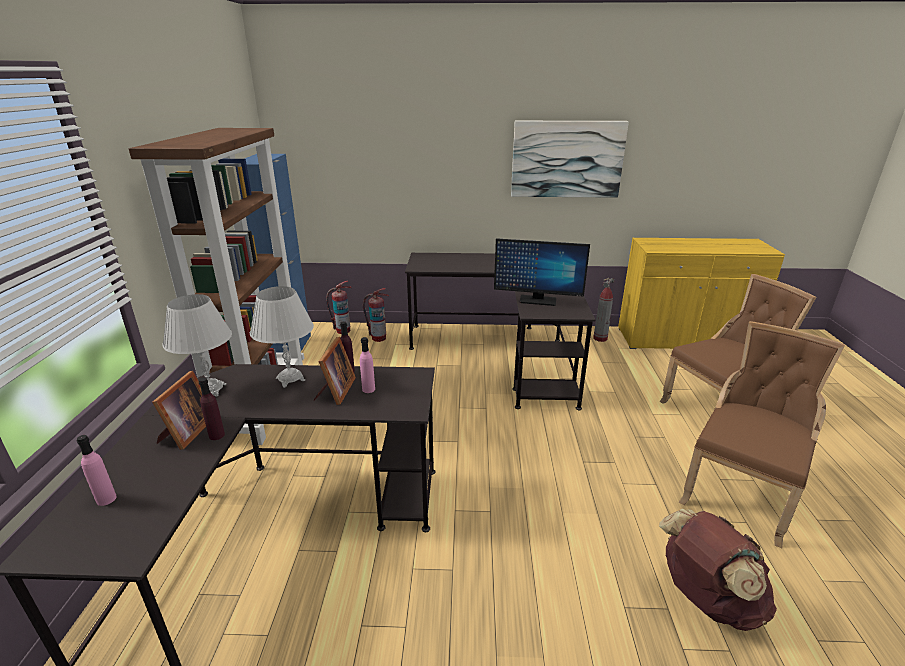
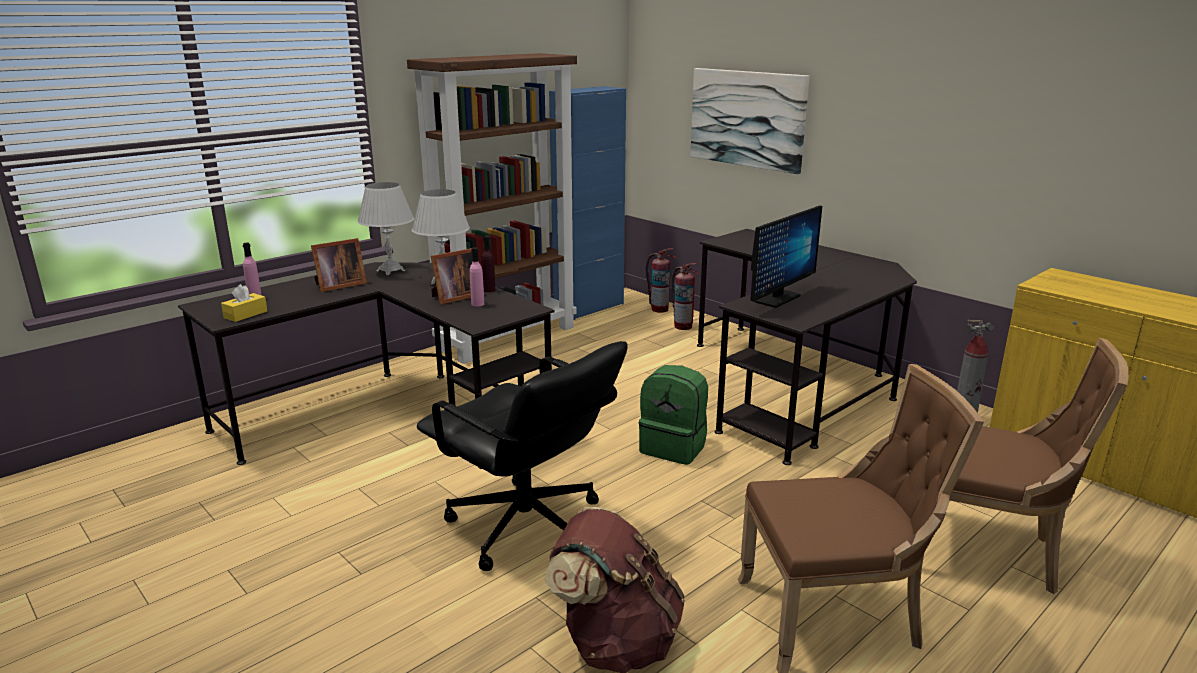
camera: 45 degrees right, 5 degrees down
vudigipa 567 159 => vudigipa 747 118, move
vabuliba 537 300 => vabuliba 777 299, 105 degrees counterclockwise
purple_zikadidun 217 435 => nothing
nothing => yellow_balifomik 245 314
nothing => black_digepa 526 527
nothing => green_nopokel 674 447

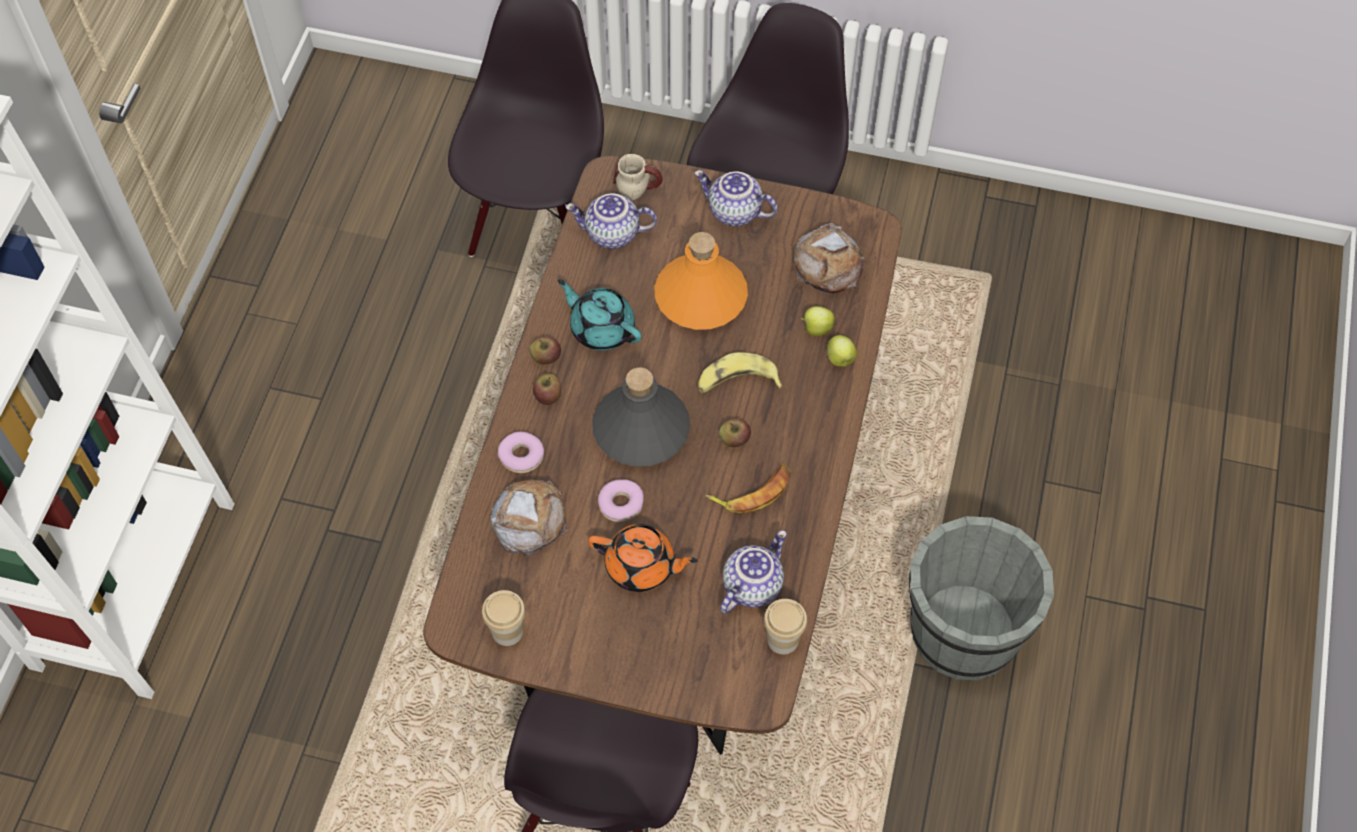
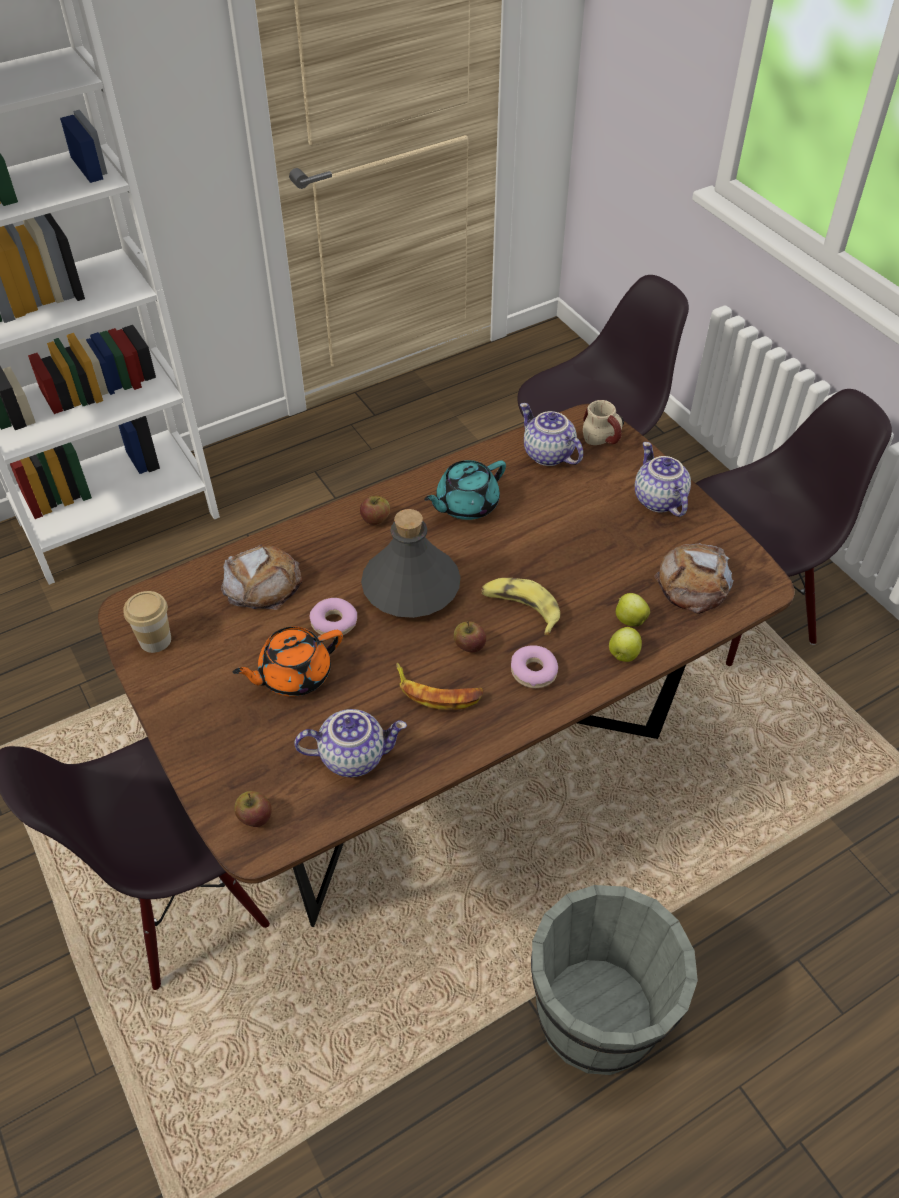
camera: 45 degrees right, 10 degrees down
orange_zikadidun 701 297 => nothing
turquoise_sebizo 601 328 => turquoise_sebizo 466 505, 120 degrees counterclockwise
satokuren 546 358 => satokuren 255 817, move
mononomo 521 456 => mononomo 533 671, move
orange_sebizo 641 566 => orange_sebizo 294 675, 90 degrees clockwise
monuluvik 783 639 => nothing

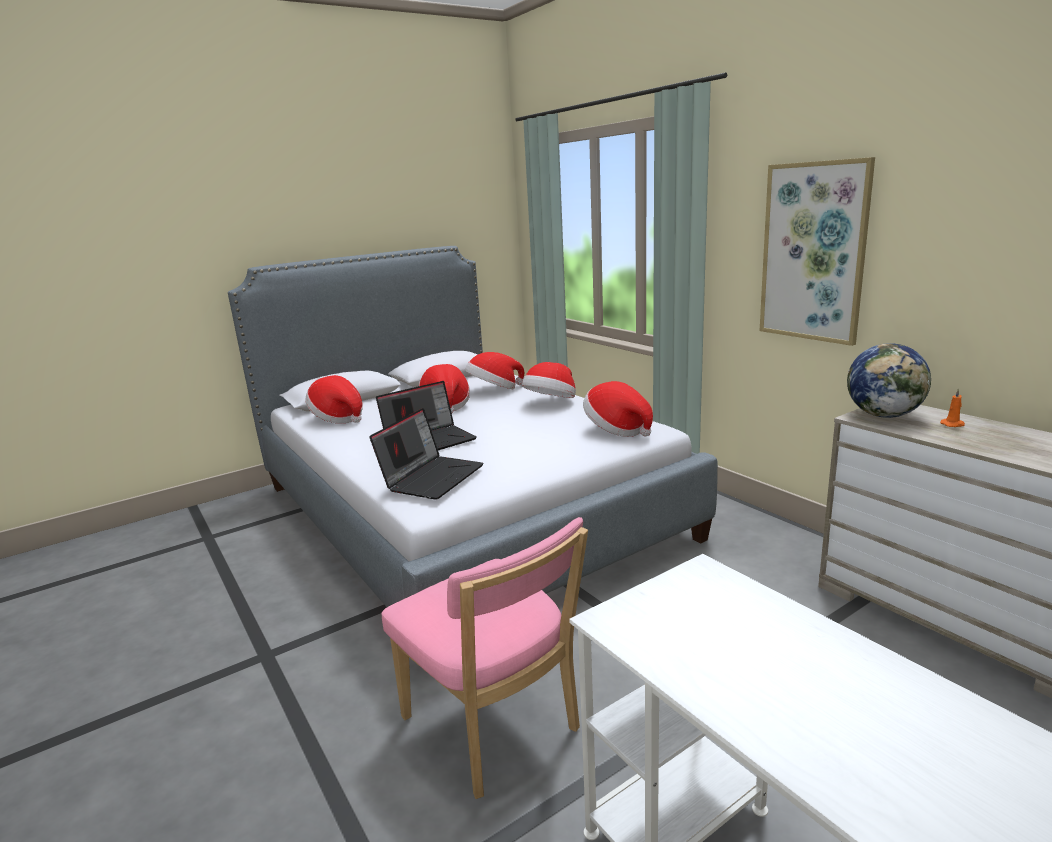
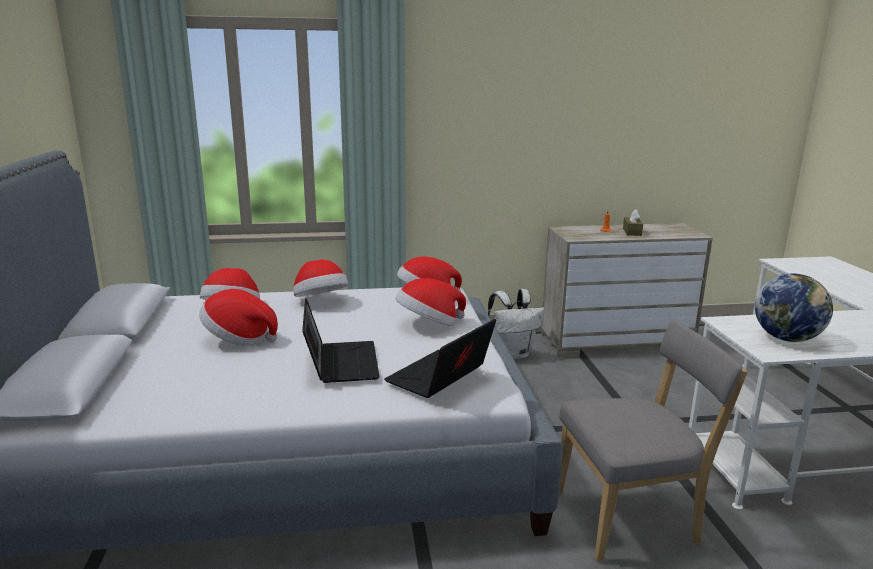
camera: 65 degrees left, 0 degrees up
vudigipa 813 252 => nothing
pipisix 884 415 => pipisix 786 338, move
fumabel 338 418 => fumabel 429 324, move
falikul 432 477 => falikul 439 377, 105 degrees counterclockwise
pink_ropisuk 495 729 => grey_ropisuk 631 518
nothing => brown_balifomik 632 232
nothing => white_nopokel 512 354

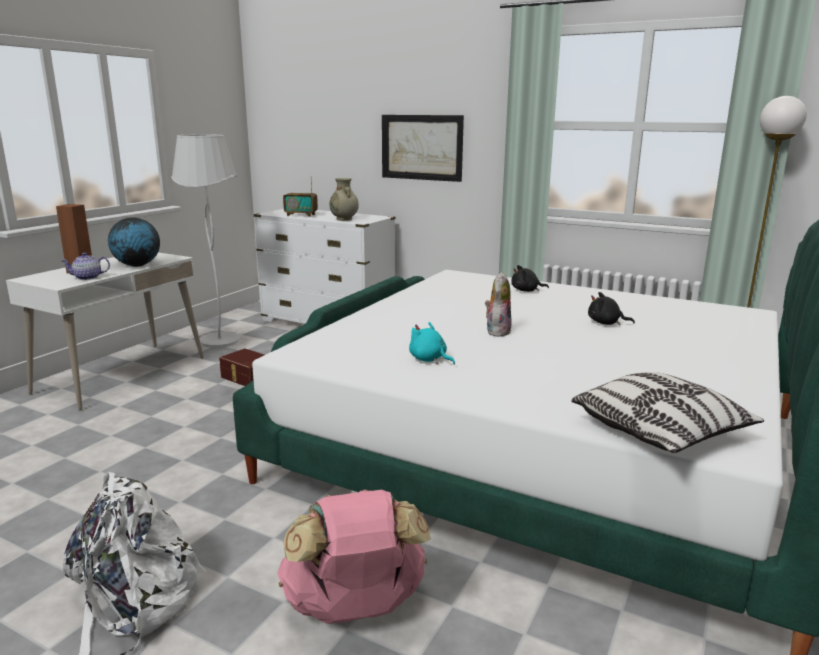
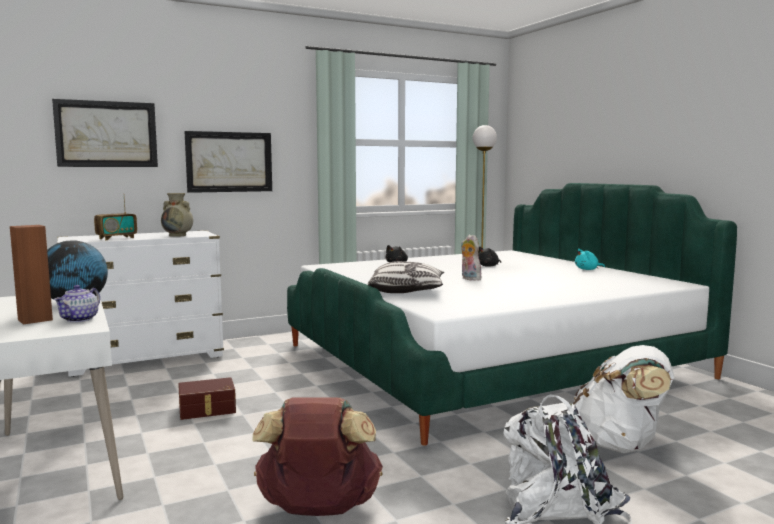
camera: 55 degrees left, 10 degrees down
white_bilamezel 219 341 => nothing
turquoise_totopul 429 359 => turquoise_totopul 588 269, move
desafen 660 432 => desafen 407 291, move
pink_nopokel 355 608 => white_nopokel 620 445
nothing => vudigipa 106 134
nothing => brown_nopokel 318 510

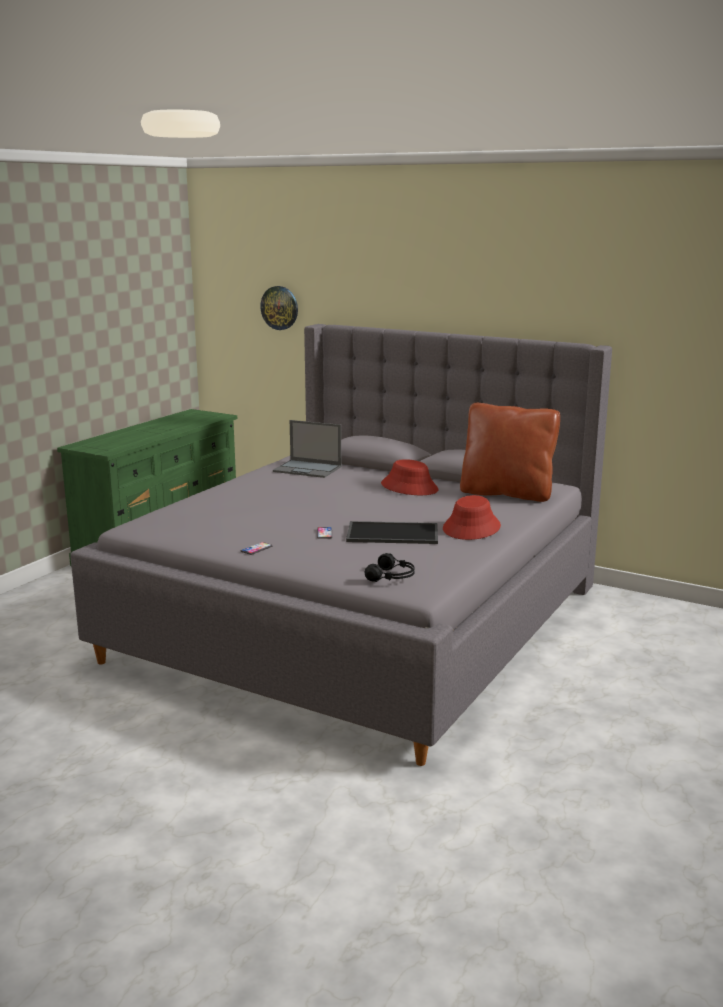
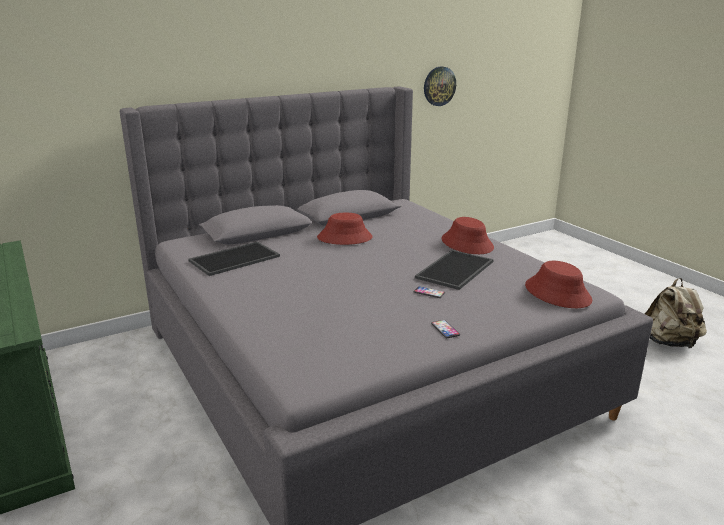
camera: 60 degrees left, 5 degrees up
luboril 280 308 => luboril 439 86, move
brown_desafen 507 493 => nothing
falikul 308 469 => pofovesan 234 258
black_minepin 392 577 => red_fumabel 558 293
nothing => beige_nopokel 669 343

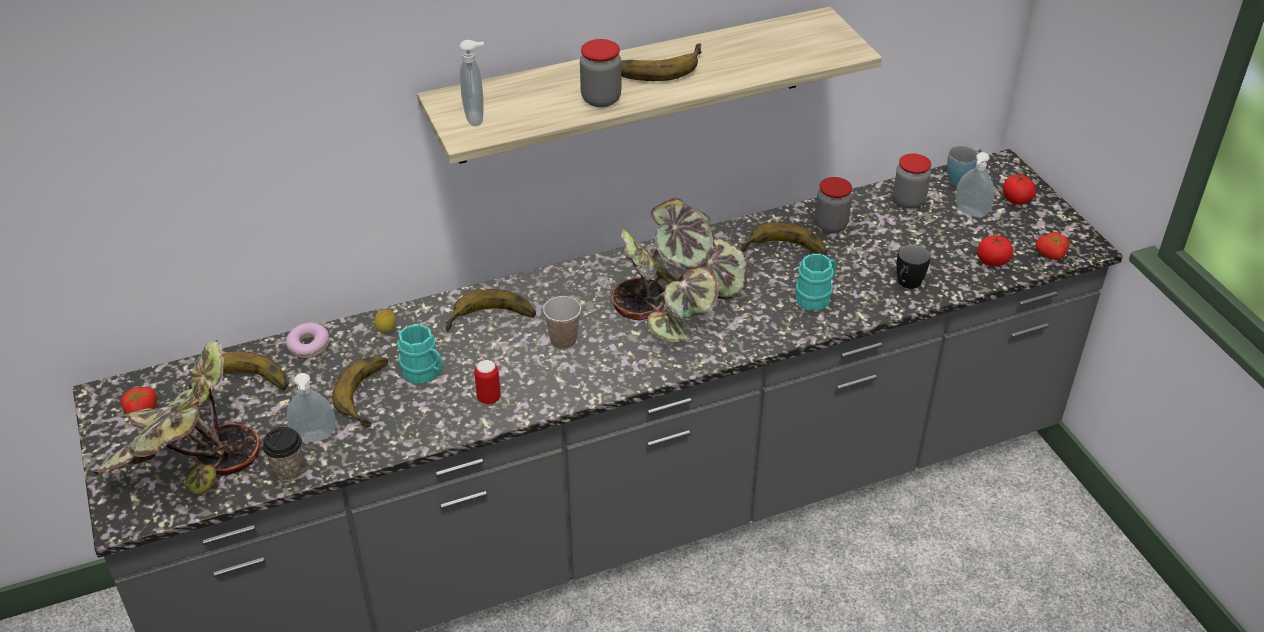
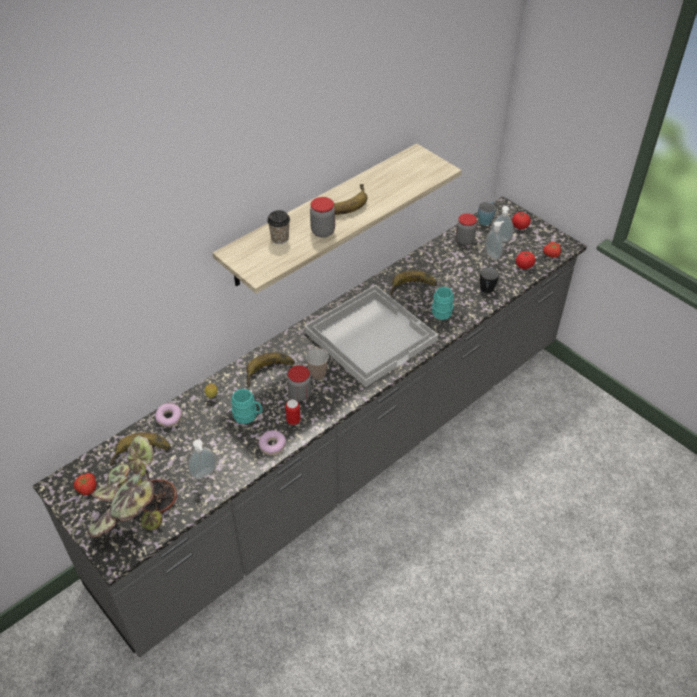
camera: 20 degrees left, 5 degrees up
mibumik 476 118 => mibumik 493 255, move
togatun 831 225 => togatun 300 394, move
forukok 677 305 => white_pofovesan 370 335
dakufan 372 394 => nothing
monuluvik 289 471 => monuluvik 280 238, move
nothing => mononomo 272 445

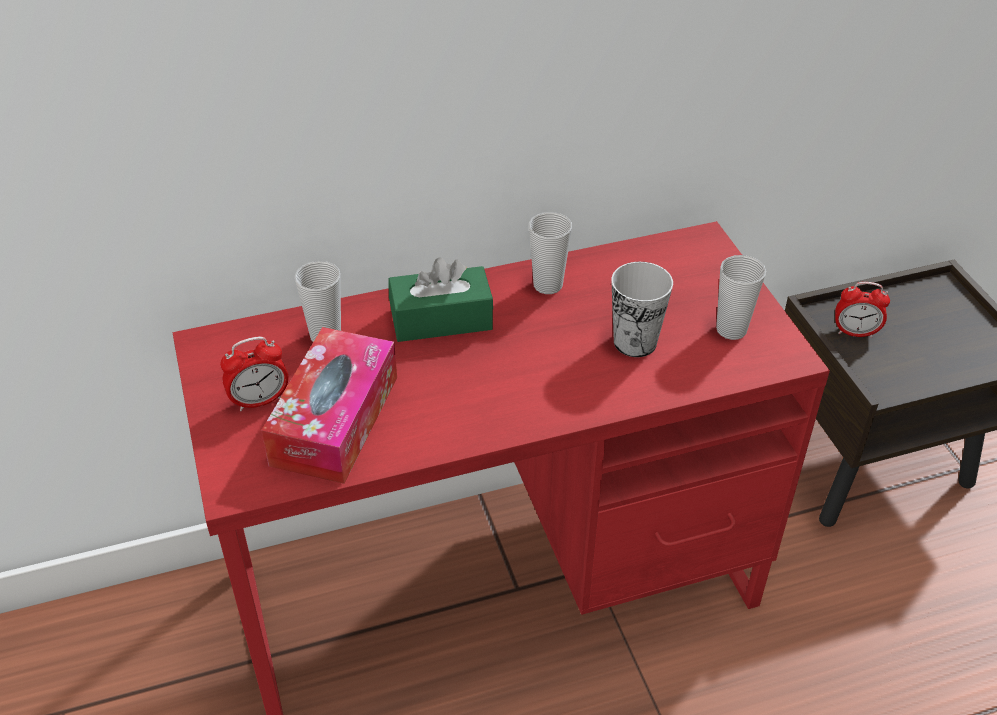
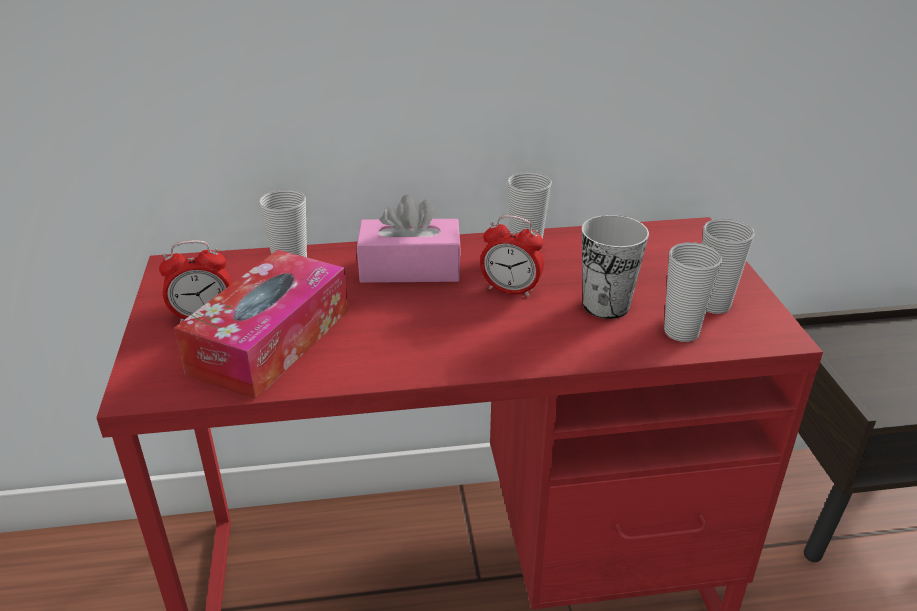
camera: 10 degrees right, 10 degrees down
green_balifomik 441 319 => pink_balifomik 410 268
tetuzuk 855 332 => tetuzuk 511 290, move
nothing => monuluvik 681 332

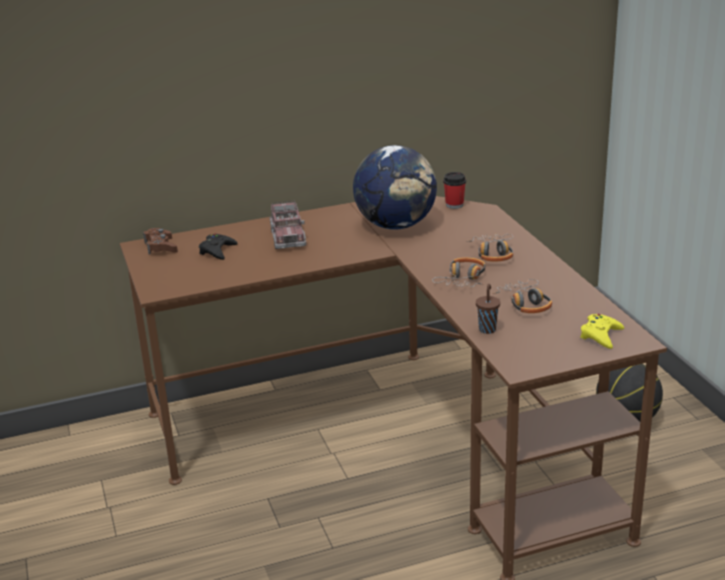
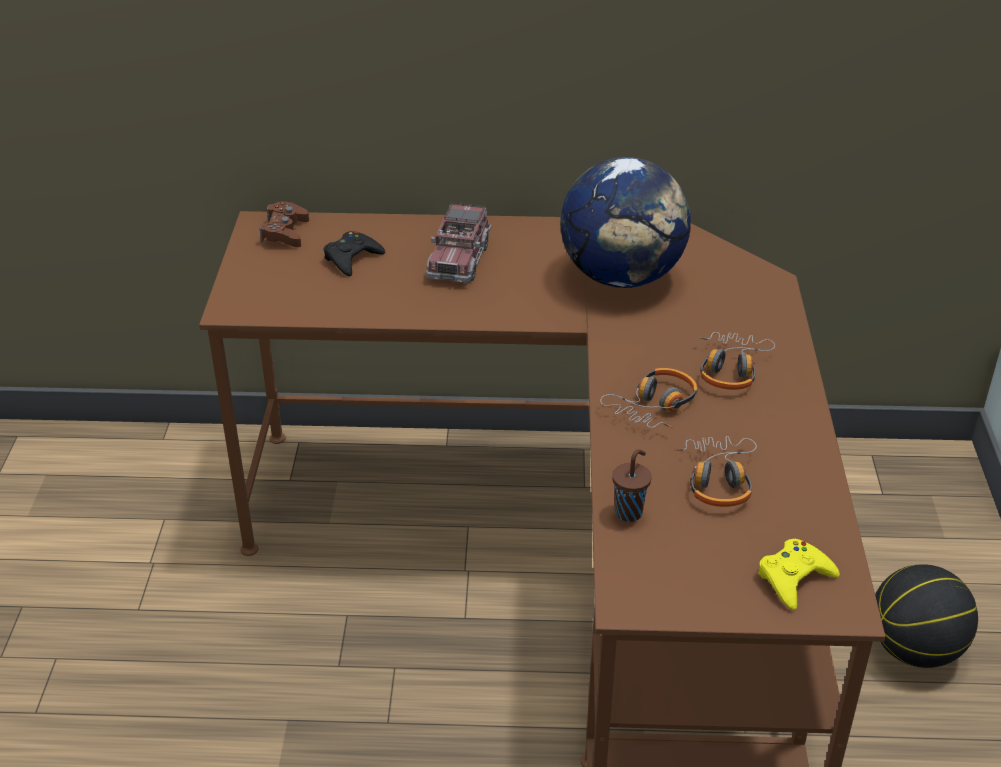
camera: 20 degrees right, 10 degrees up
monuluvik 454 205 => nothing

